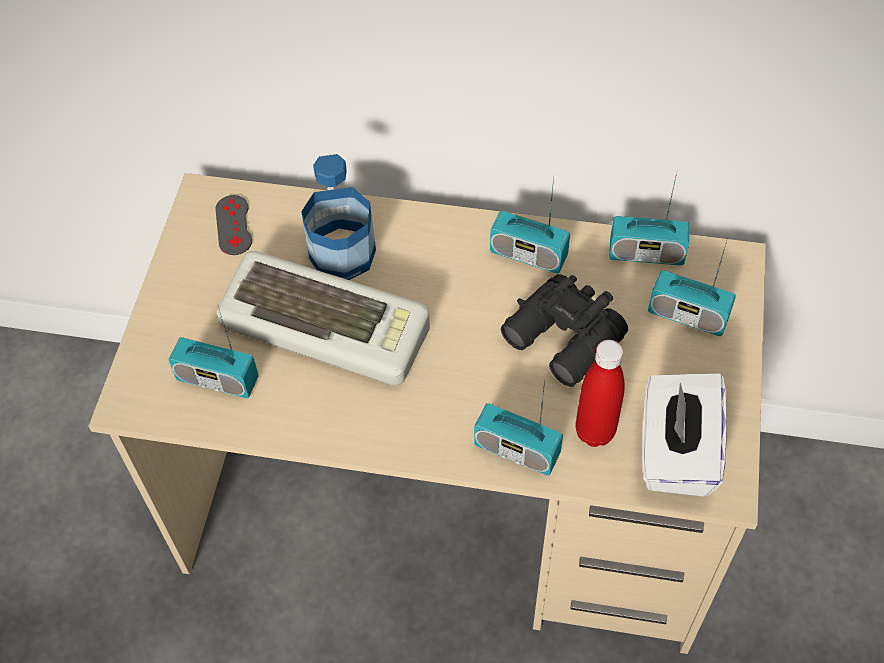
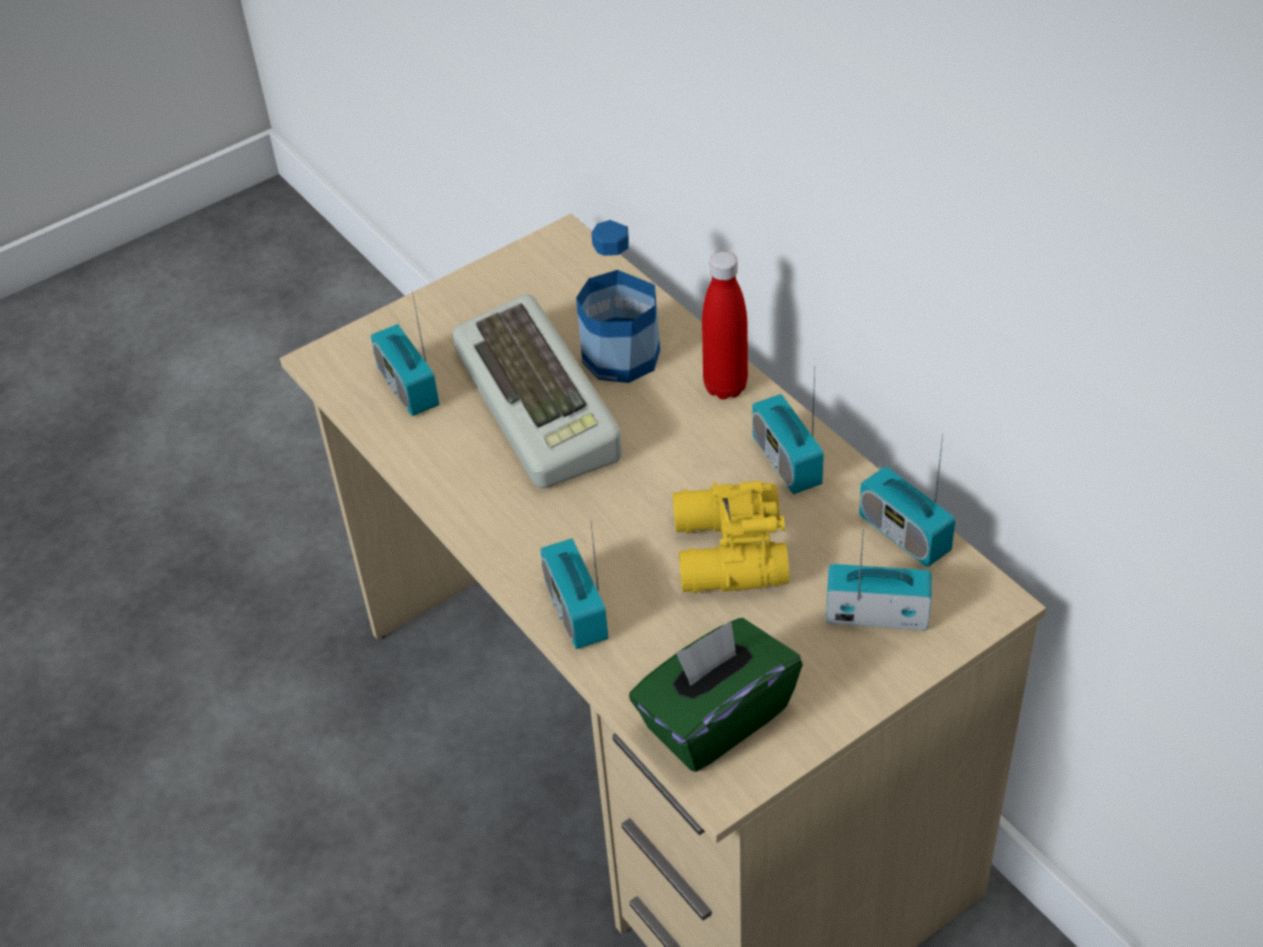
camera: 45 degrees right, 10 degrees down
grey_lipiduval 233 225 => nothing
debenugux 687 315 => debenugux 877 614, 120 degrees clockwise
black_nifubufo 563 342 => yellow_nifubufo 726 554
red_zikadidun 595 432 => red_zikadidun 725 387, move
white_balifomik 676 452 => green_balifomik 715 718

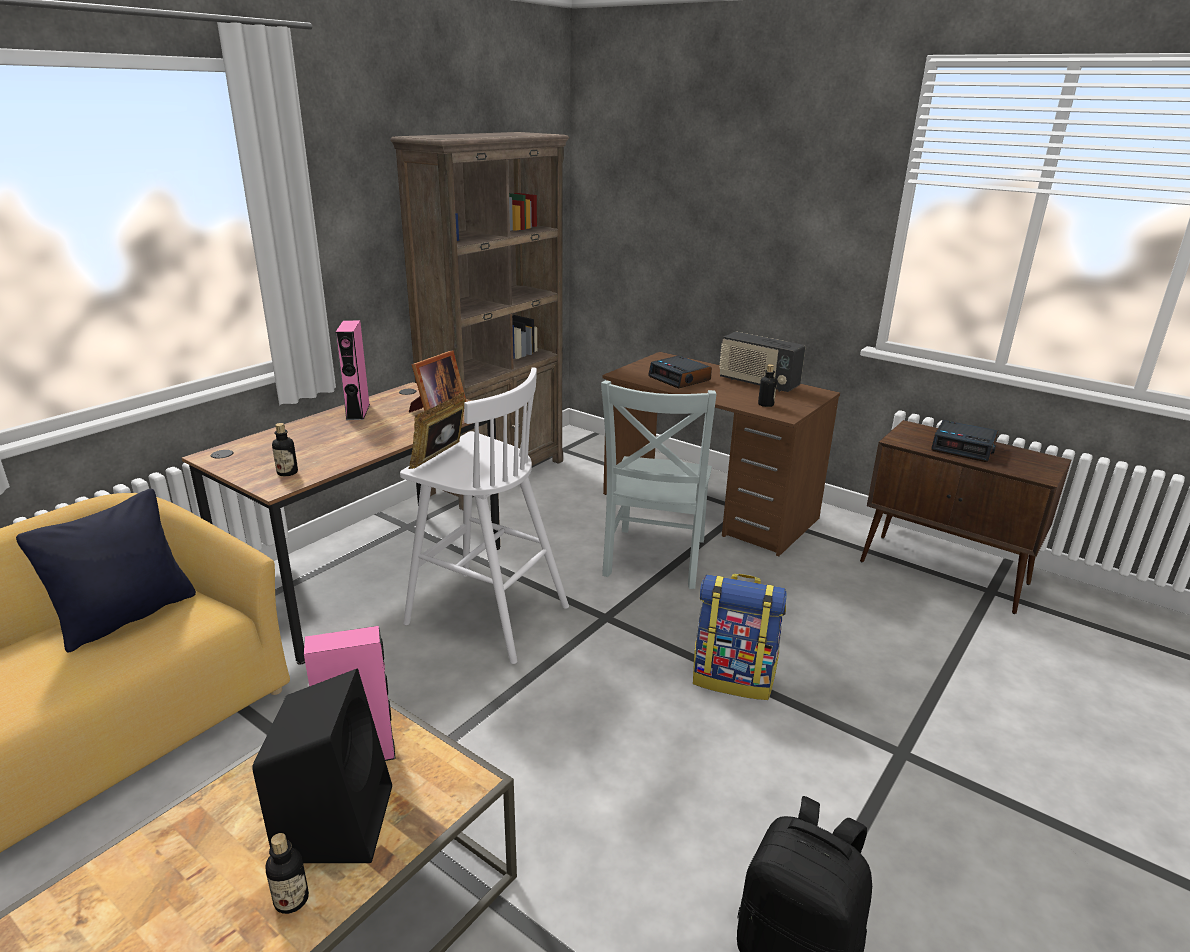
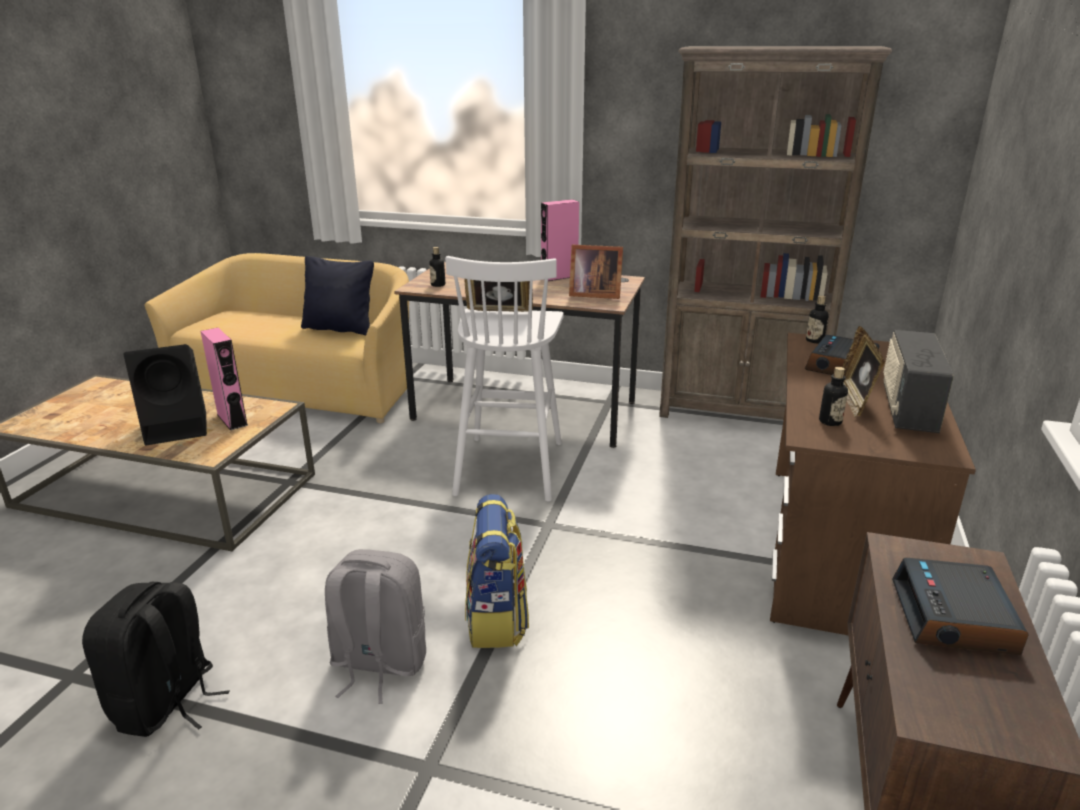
camera: 70 degrees right, 0 degrees up
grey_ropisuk 654 560 => nothing
zikadidun 291 900 => zikadidun 814 340, move
nothing => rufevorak 854 400
nothing => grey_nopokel 378 663

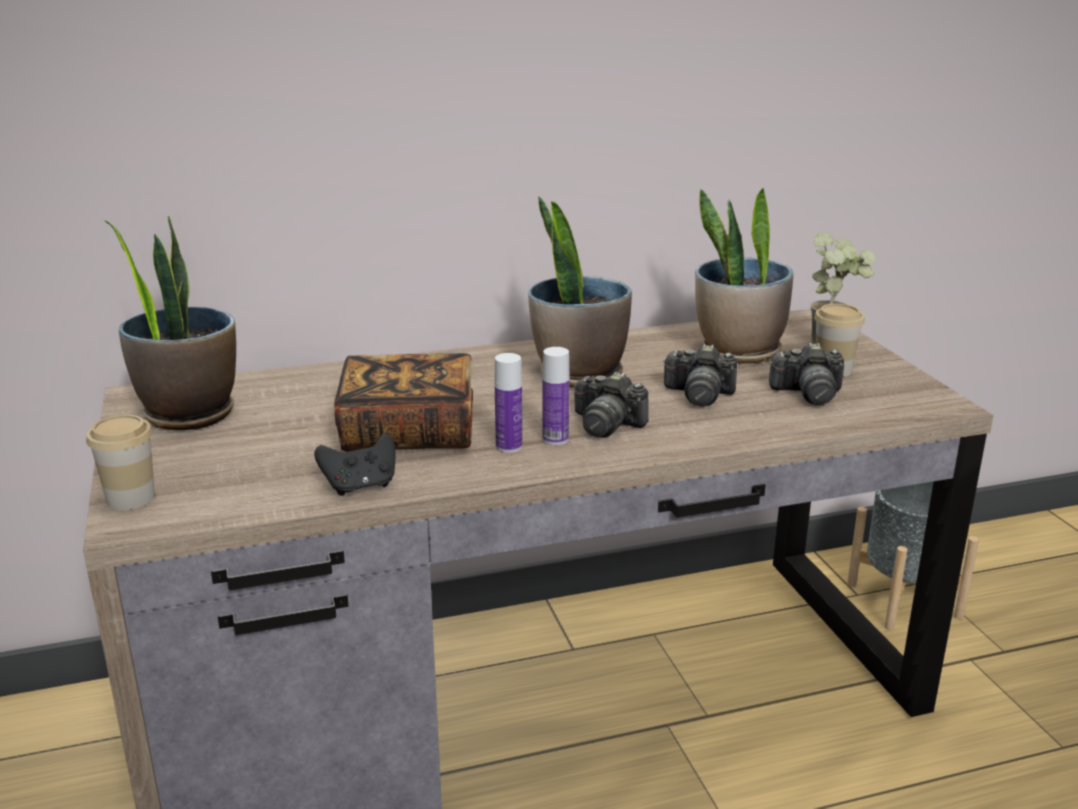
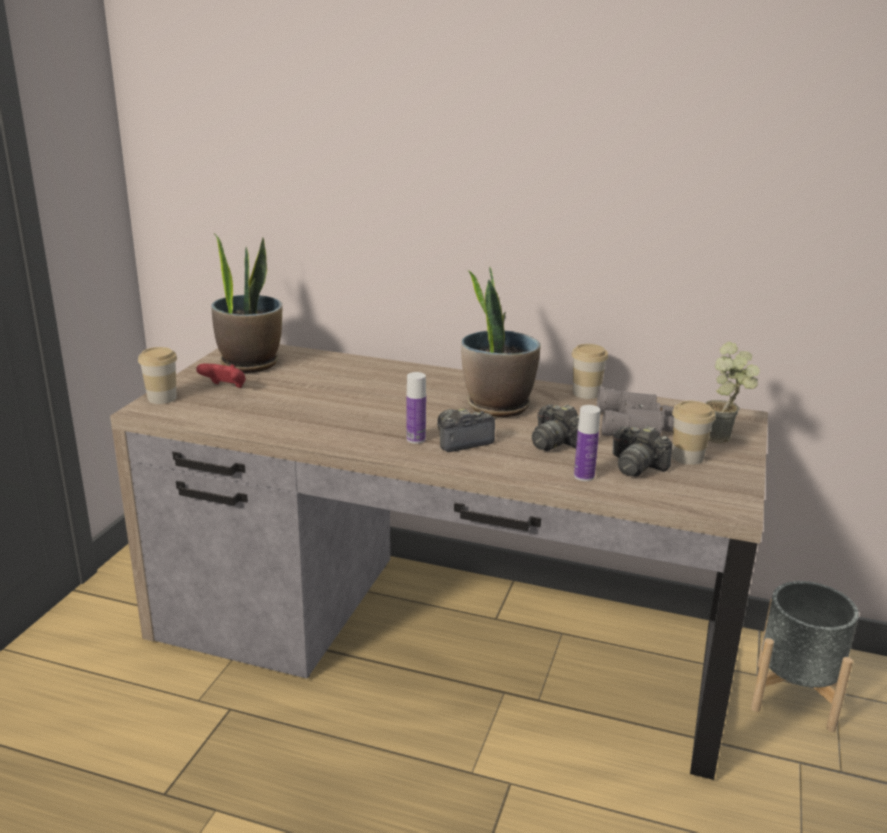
camera: 35 degrees right, 0 degrees up
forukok 738 352 => grey_nifubufo 637 424
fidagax 408 432 => nothing
zikadidun 509 446 => zikadidun 584 476, move
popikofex 606 425 => popikofex 461 441, 90 degrees clockwise
black_lipiduval 360 486 => nothing
nothing => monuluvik 586 393
nothing => red_lipiduval 225 388

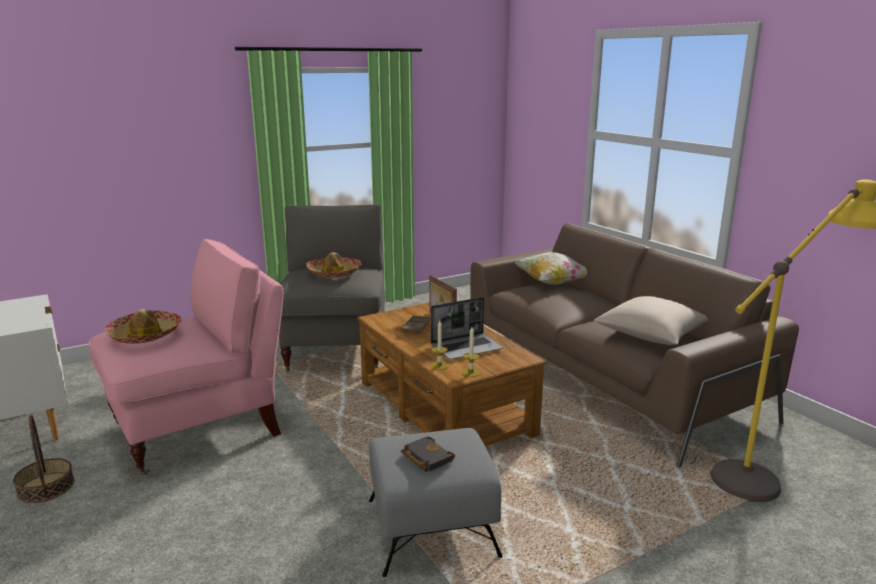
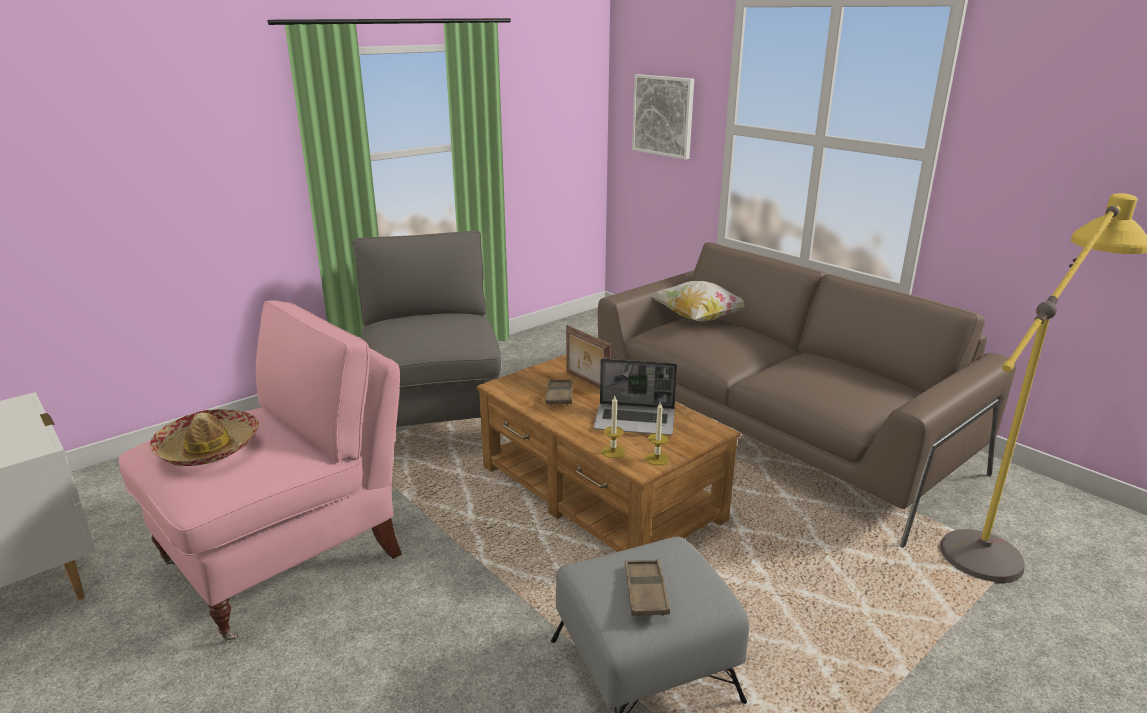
camera: 10 degrees left, 5 degrees up
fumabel 334 273 => nothing
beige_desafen 651 334 => nothing
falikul 467 347 => falikul 636 421, 45 degrees clockwise
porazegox 46 487 => nothing
black_fidagax 425 457 => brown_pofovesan 645 592
nothing => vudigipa 663 116

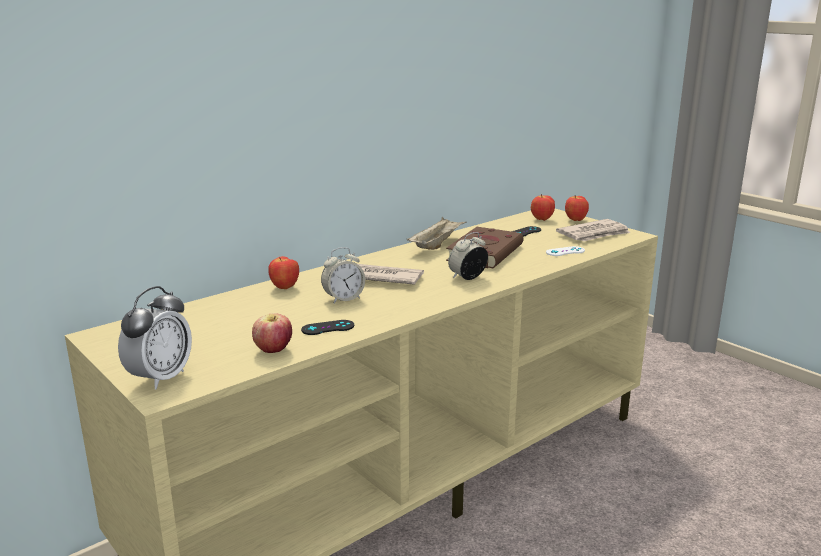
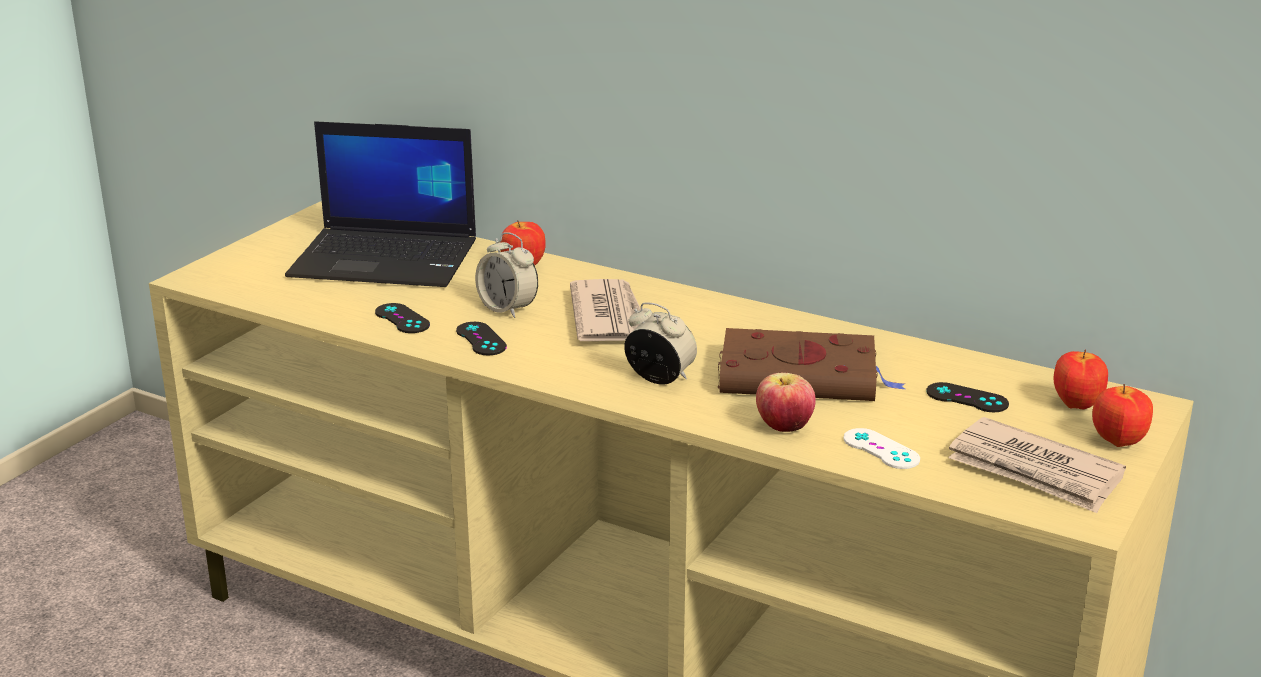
camera: 70 degrees right, 5 degrees up
beige_pofovesan 436 245 => nothing
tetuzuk 160 378 => nothing
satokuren 273 350 => satokuren 784 427, move
nothing => falikul 387 259
nothing => black_lipiduval 481 339

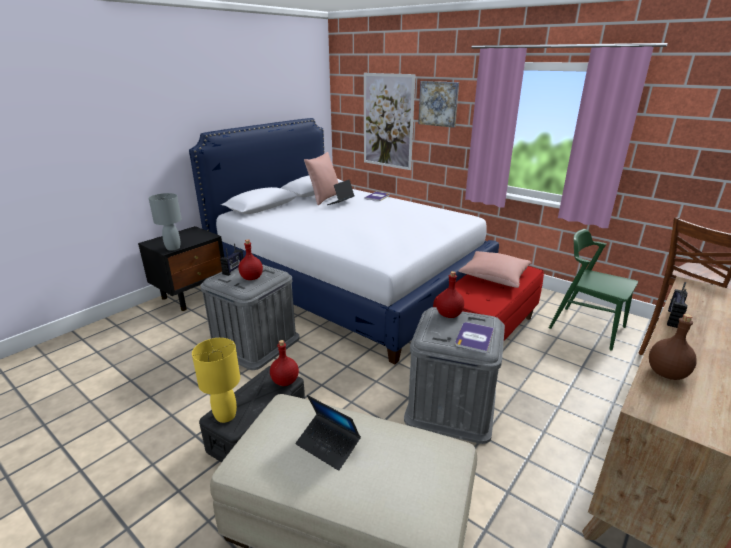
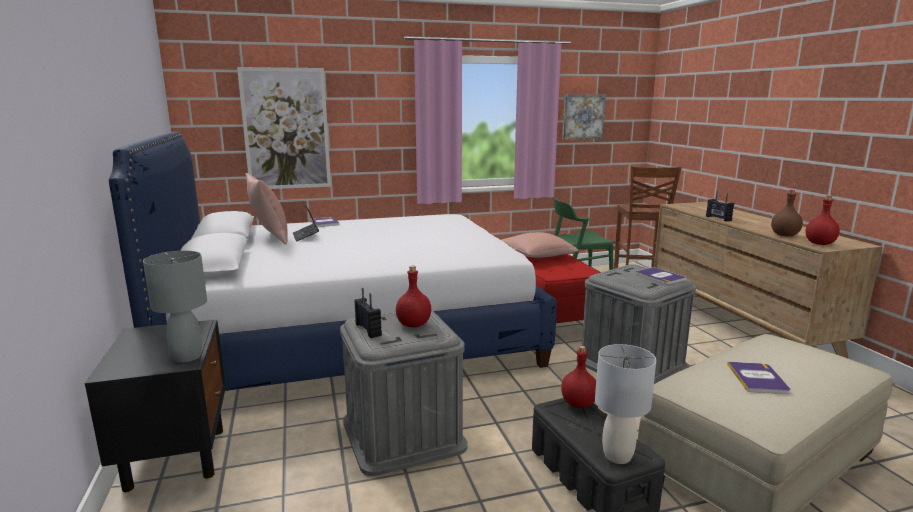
camera: 55 degrees left, 10 degrees down
vudigipa 438 103 => vudigipa 583 117, move
red_zikadidun 448 315 => red_zikadidun 820 244, move
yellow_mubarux 226 415 => grey_mubarux 617 455
falikul 328 445 => fidagax 757 378

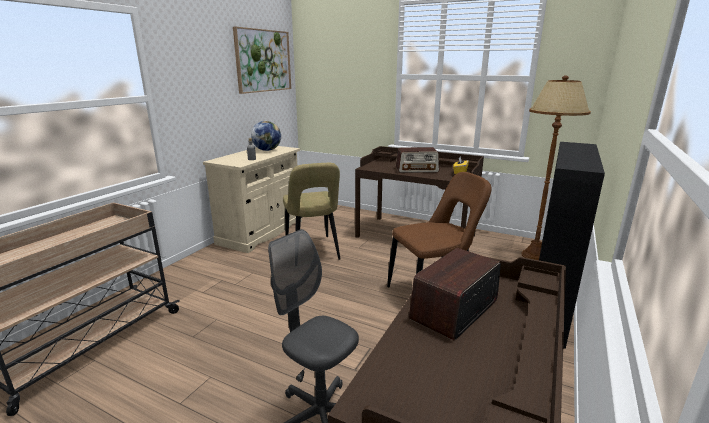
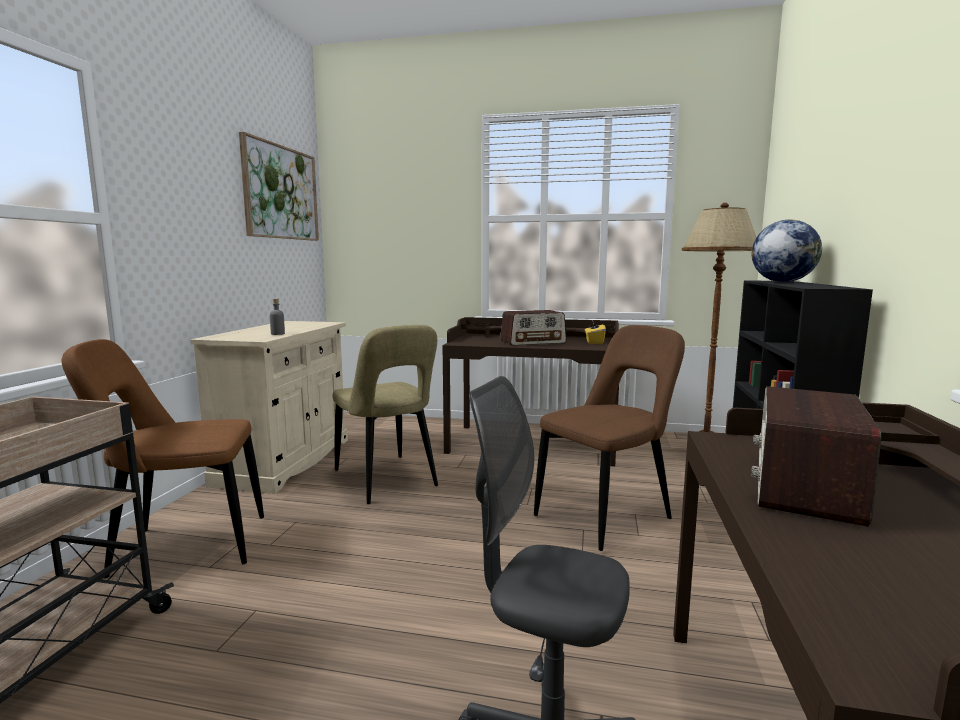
camera: 15 degrees left, 10 degrees down
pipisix 267 150 => pipisix 782 282, move
nothing => brown_ropisuk 183 547

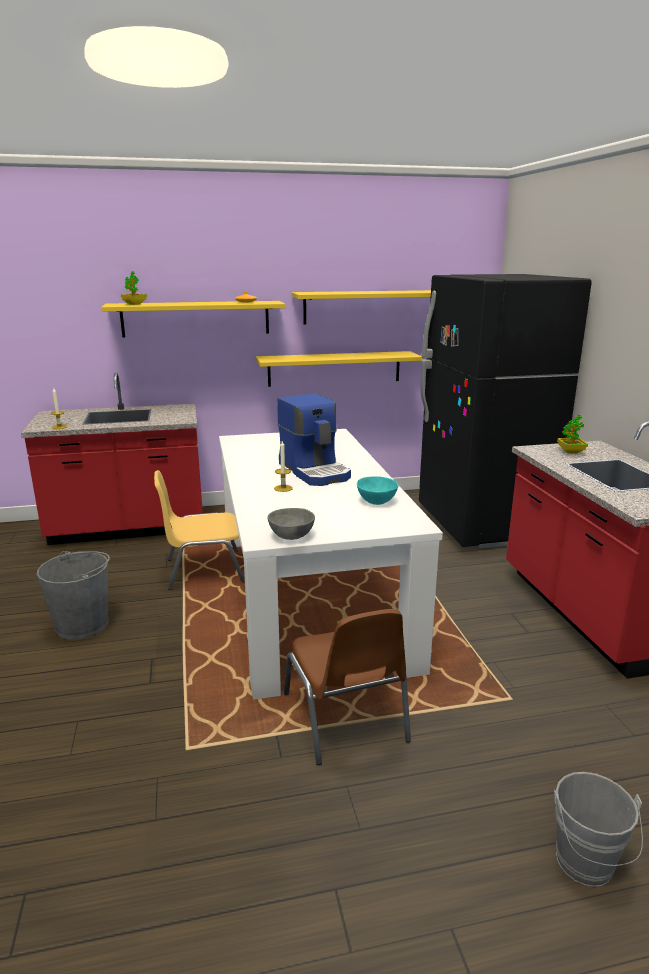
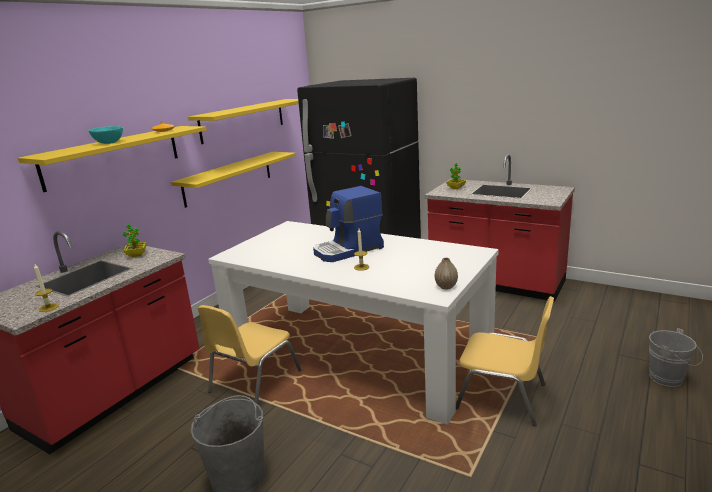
camera: 45 degrees left, 0 degrees up
forukok 134 304 => forukok 137 255, move
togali 315 471 => togali 349 250, 135 degrees clockwise
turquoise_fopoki 376 501 => turquoise_fopoki 109 143, move
grey_fopoki 290 536 => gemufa 446 287
brown_ropisuk 346 718 => yellow_ropisuk 502 396

